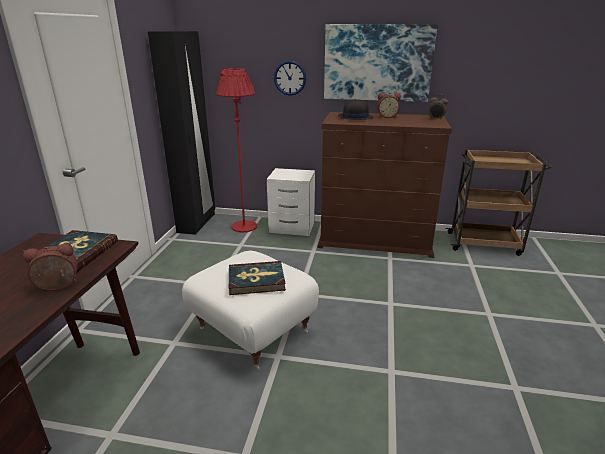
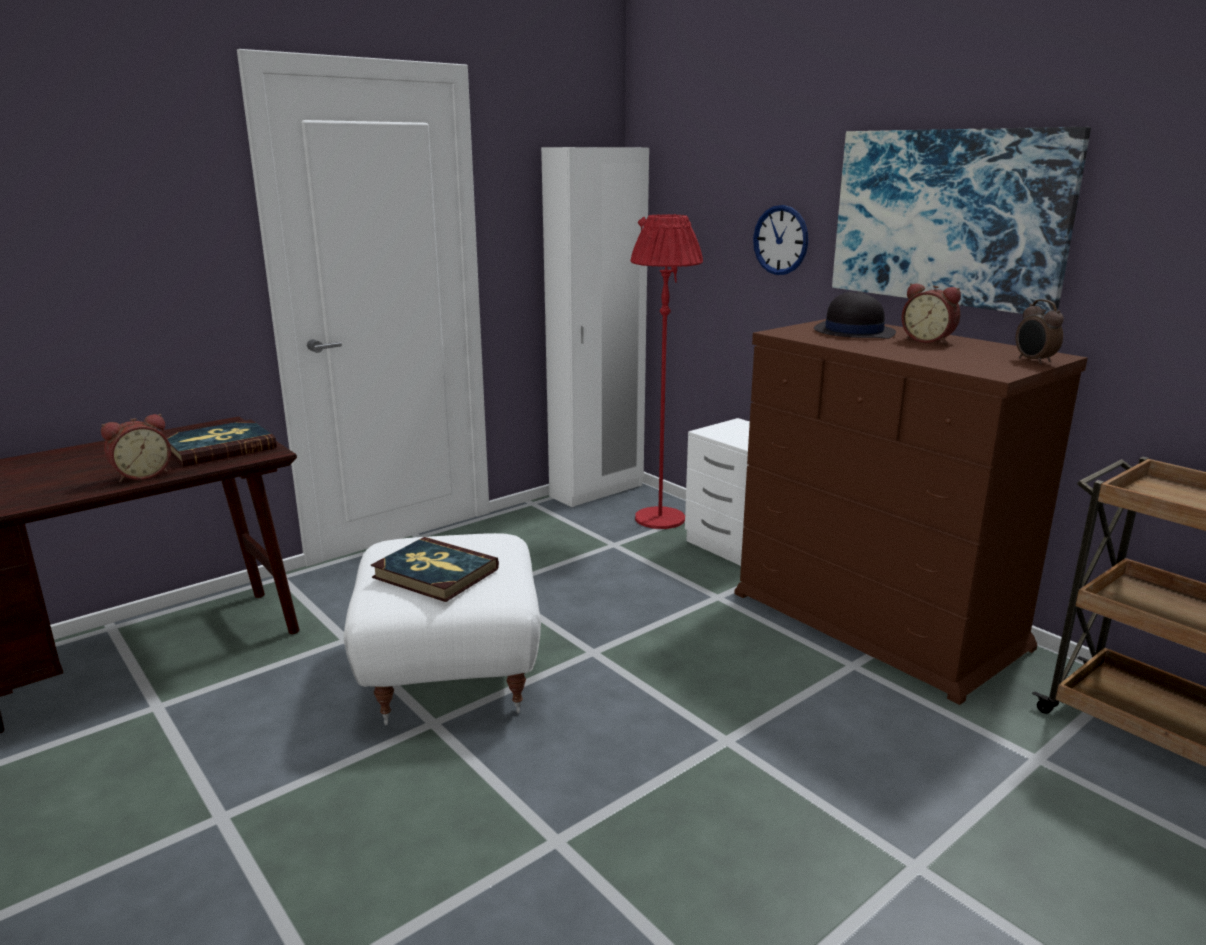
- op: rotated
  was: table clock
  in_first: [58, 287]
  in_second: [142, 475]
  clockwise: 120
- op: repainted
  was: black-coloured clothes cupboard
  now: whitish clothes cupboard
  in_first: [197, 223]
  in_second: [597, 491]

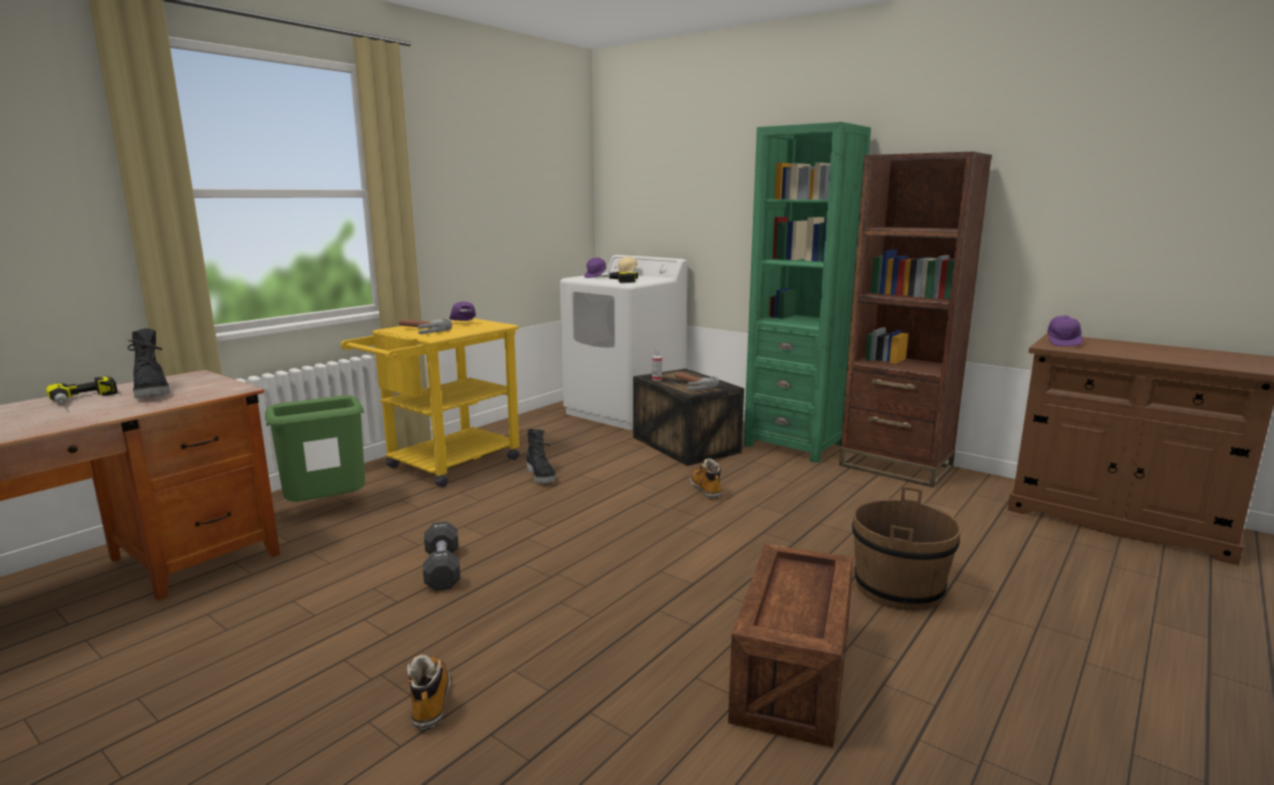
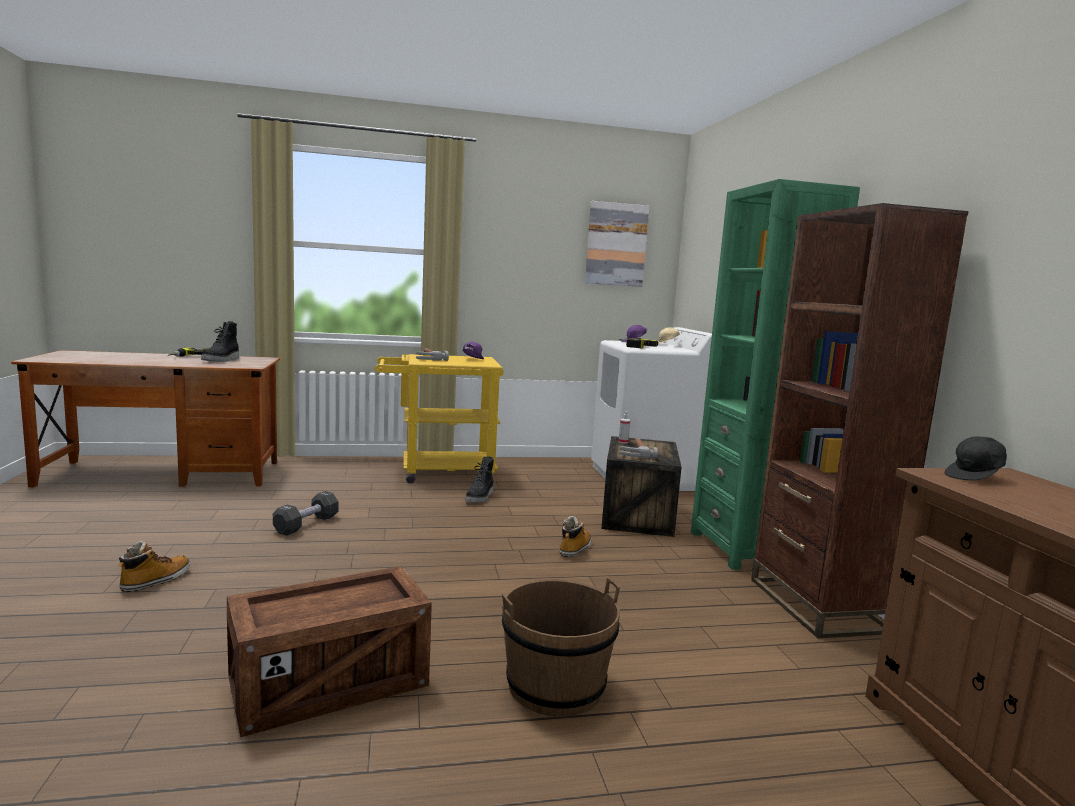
- op: new
  now: wall picture
  in_second: [616, 244]
- op: repainted
  was: purple-coloured baseball cap
  now: black-coloured baseball cap
  in_first: [1063, 343]
  in_second: [975, 477]
- op: gone
  was: green waste bin
  in_first: [327, 509]

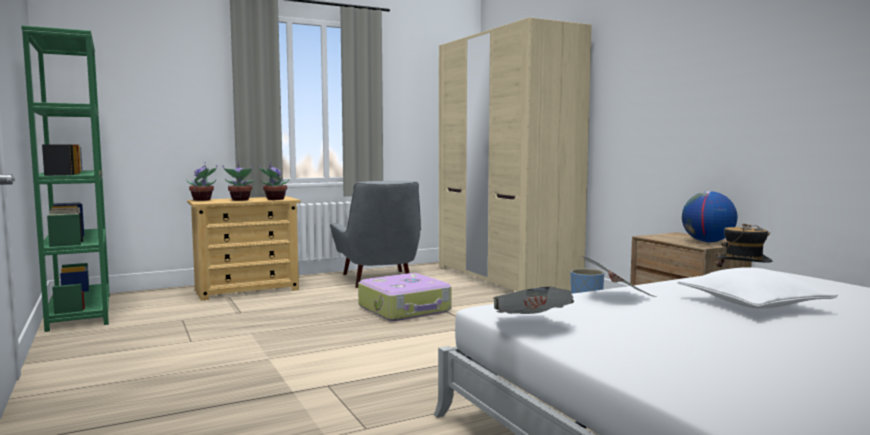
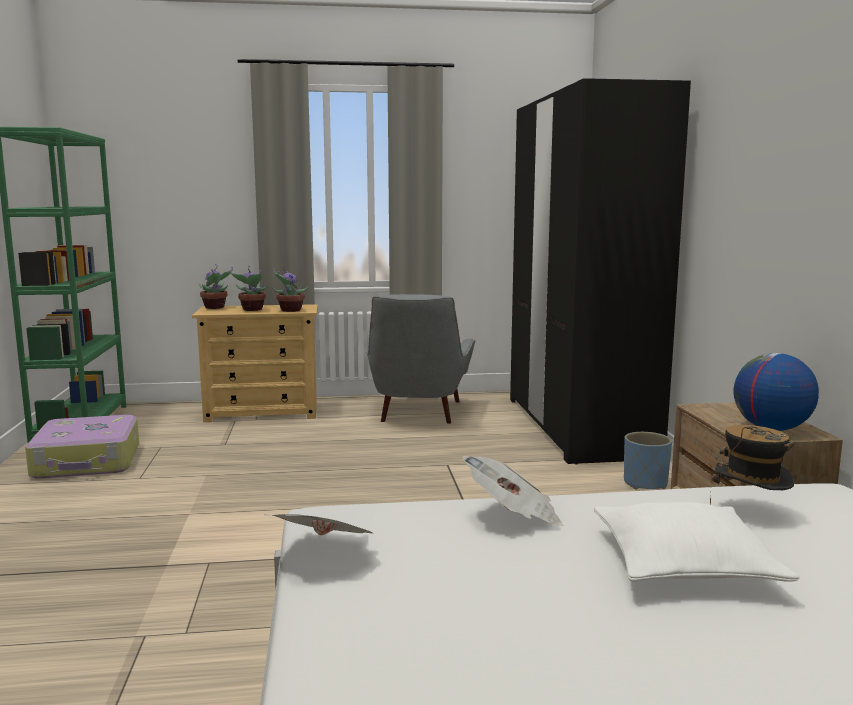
- op: shifted
  was: piece of luggage
  in_first: [405, 309]
  in_second: [88, 462]
- op: repainted
  was: sand-coloured clothes cupboard
  now: black-coloured clothes cupboard
  in_first: [504, 278]
  in_second: [577, 426]

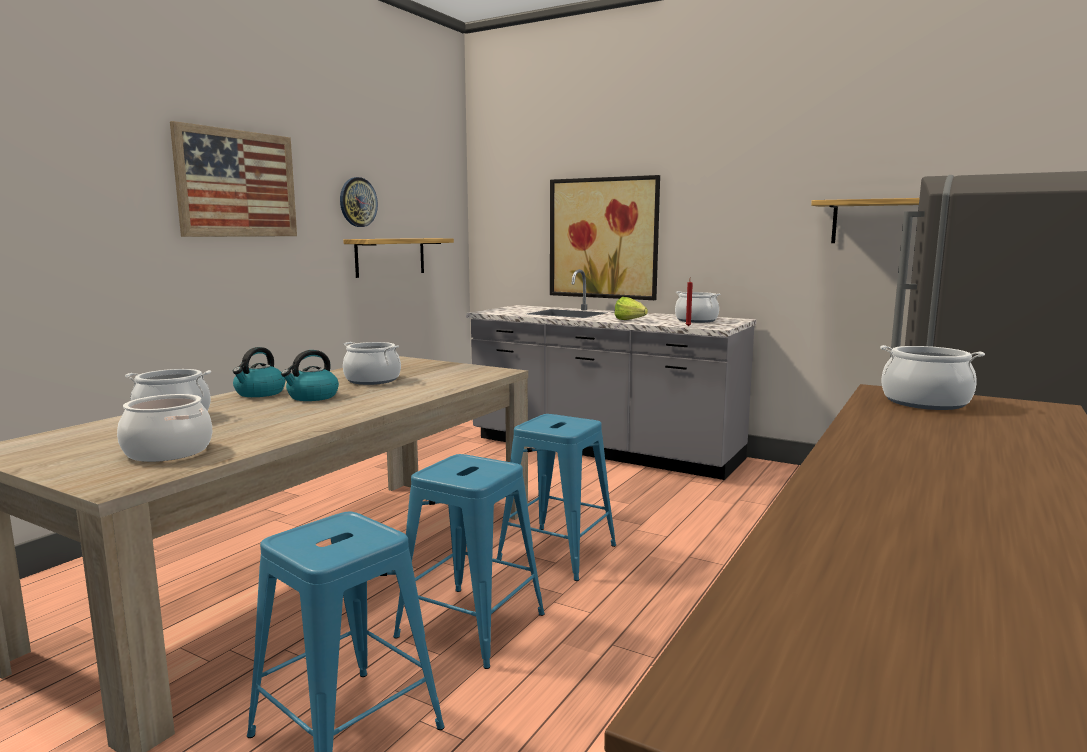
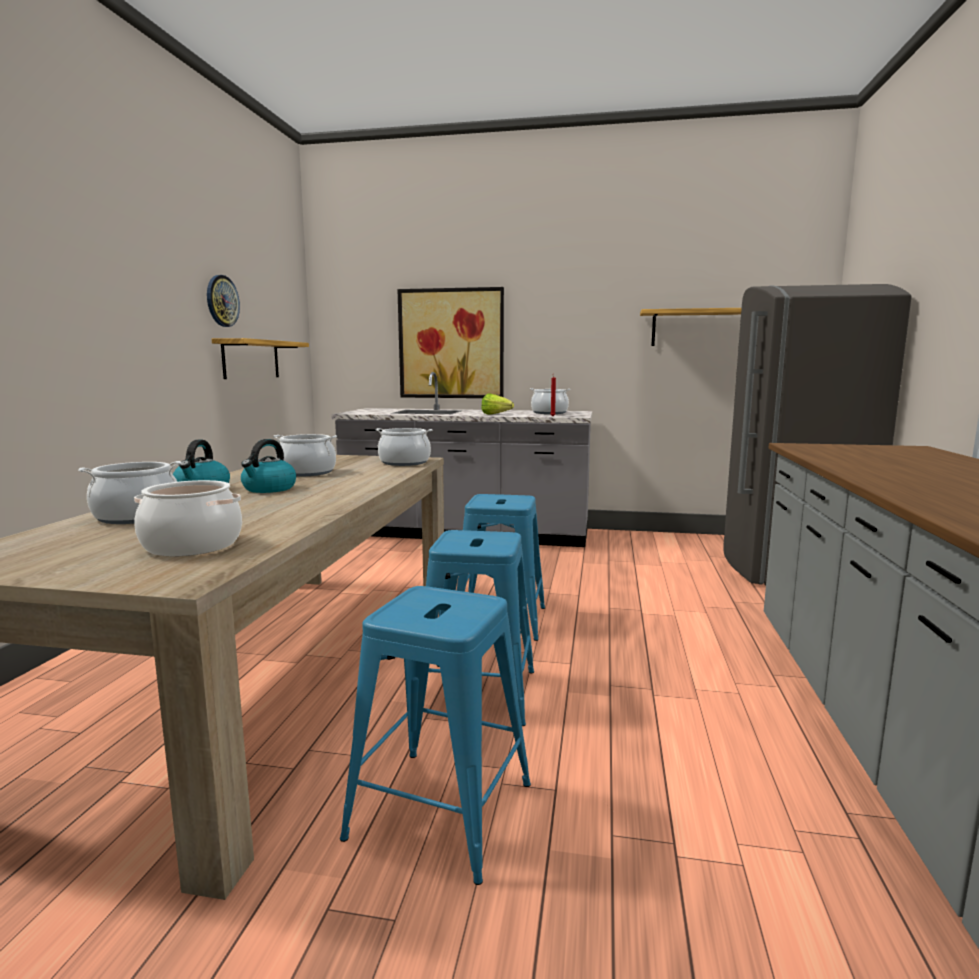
- op: shifted
  was: stockpot
  in_first: [925, 402]
  in_second: [404, 462]
- op: gone
  was: wall picture
  in_first: [237, 184]

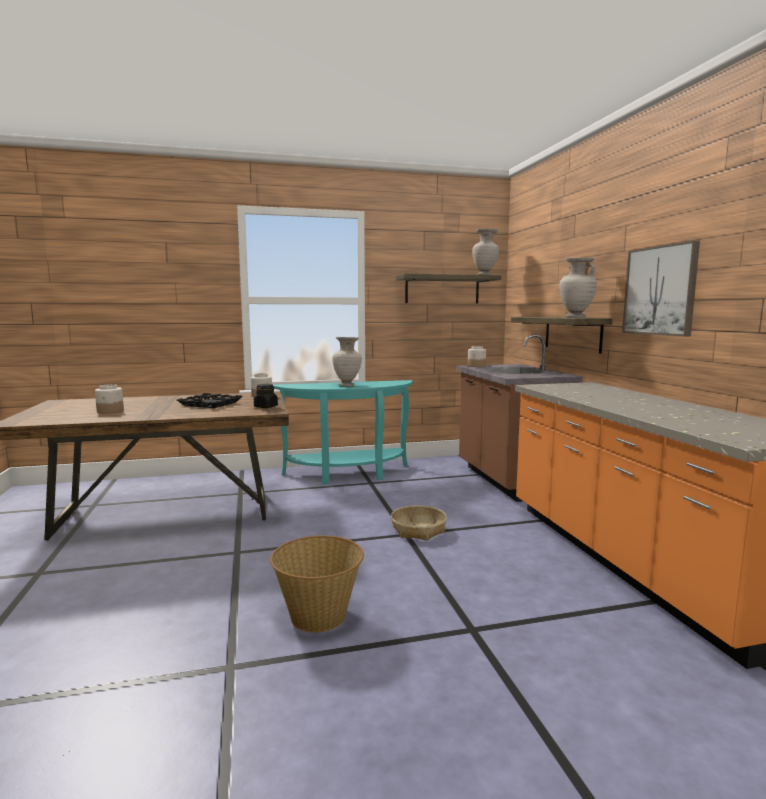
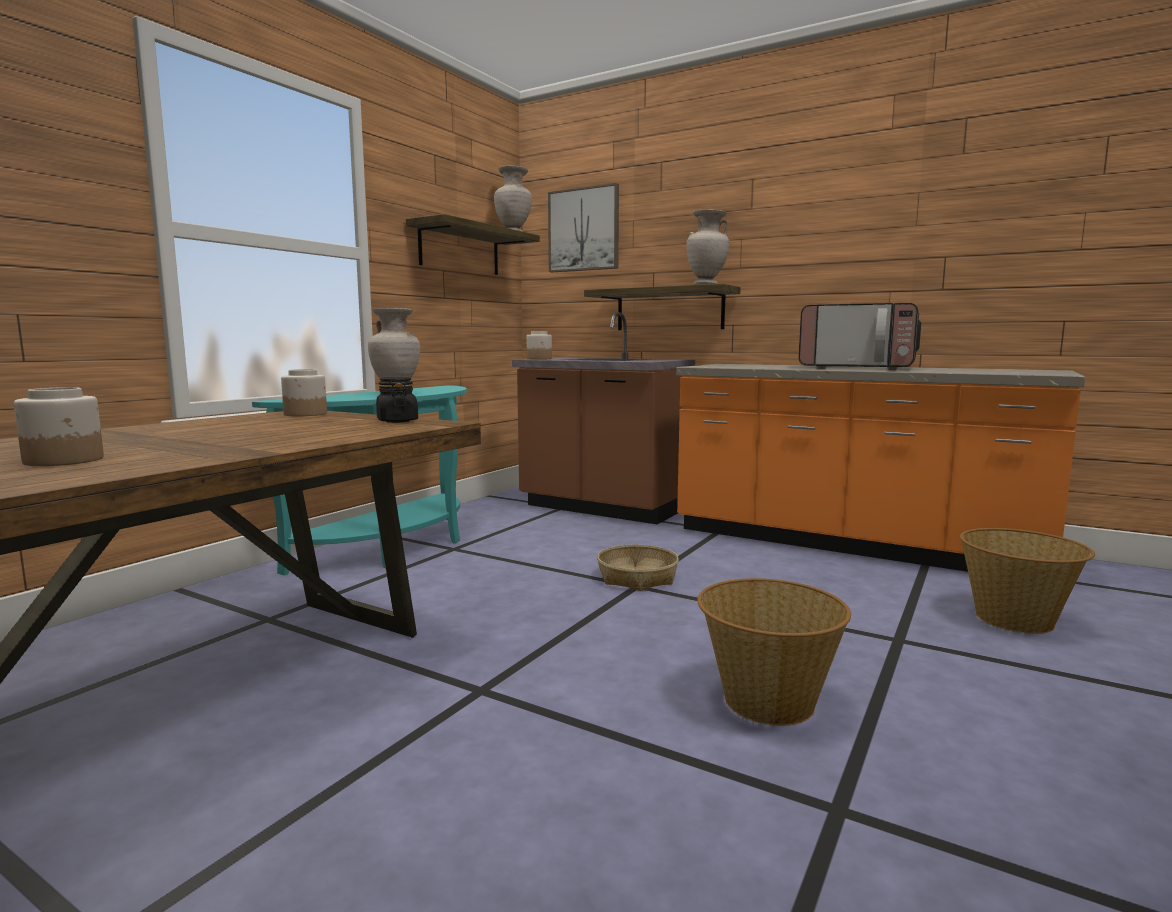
- op: shifted
  was: wall picture
  in_first: [660, 290]
  in_second: [584, 230]
- op: new
  now: kitchen microwave
  in_second: [858, 368]
- op: new
  now: household basket
  in_second: [1016, 620]
- op: gone
  was: black-coloured serving tray
  in_first: [210, 404]

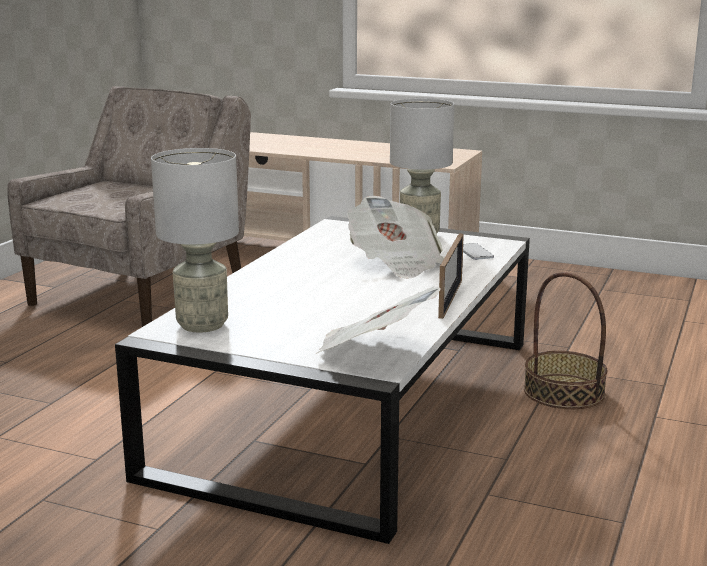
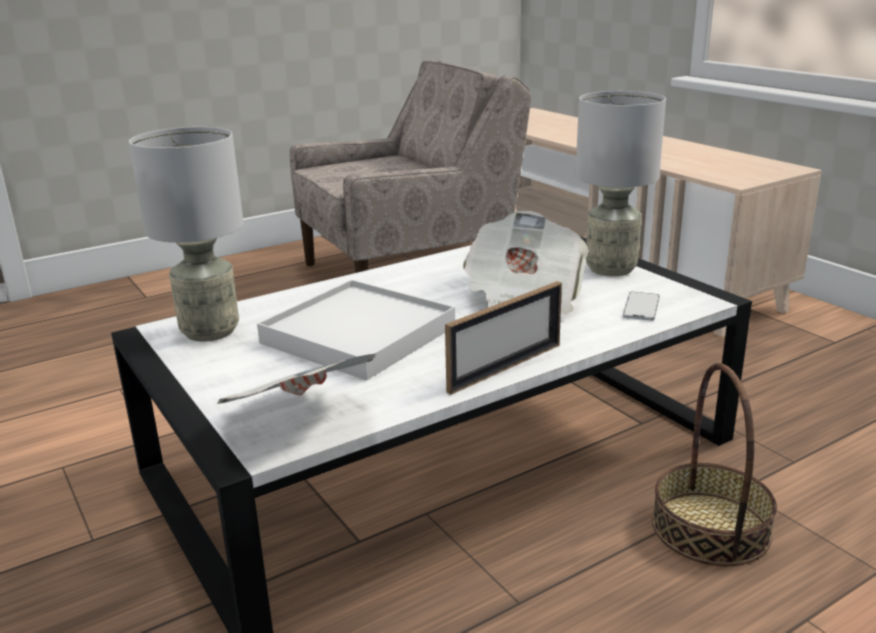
- op: new
  now: whitish serving tray
  in_second: [358, 334]

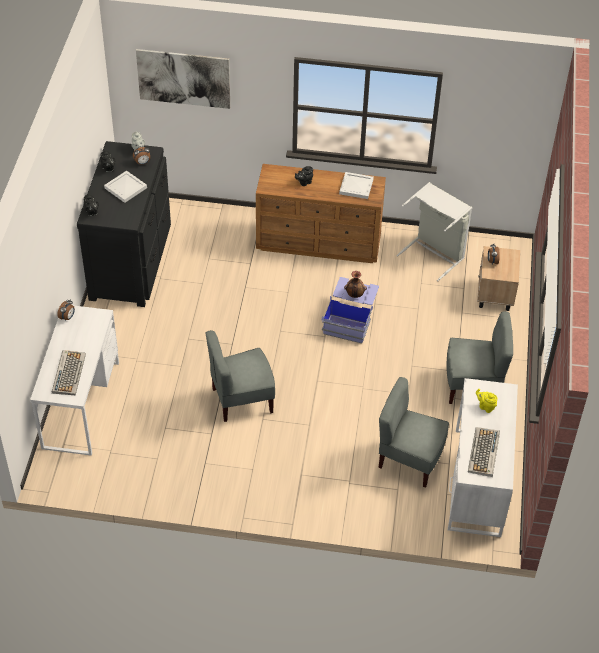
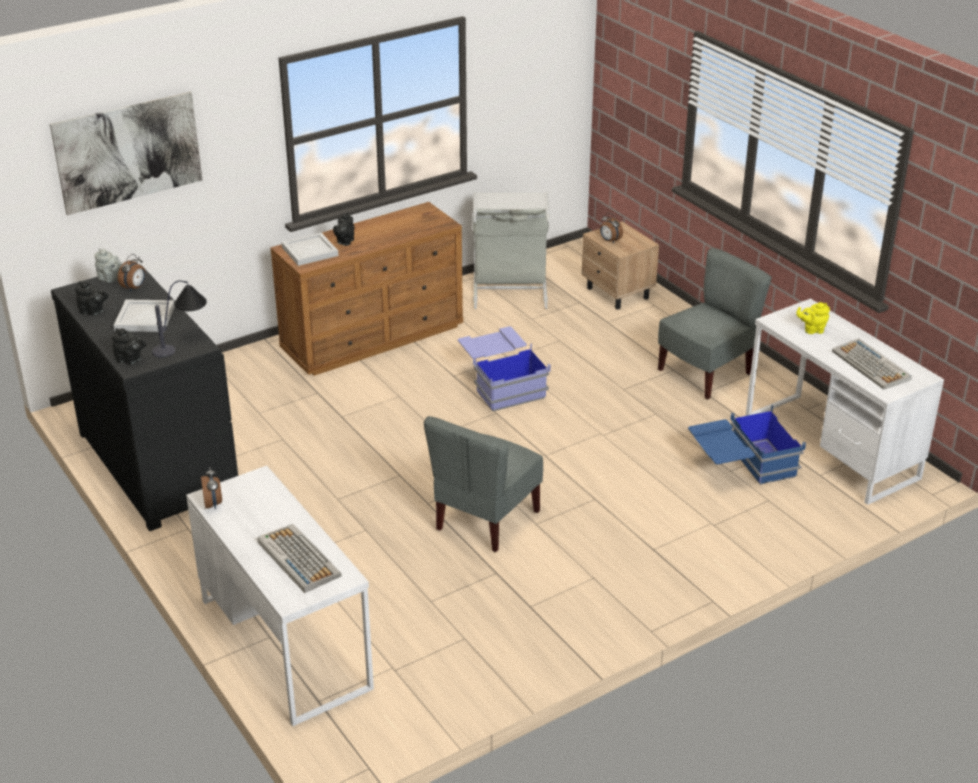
- op: new
  now: tabletop lamp
  in_second: [183, 342]
- op: shifted
  was: whitish serving tray
  in_first: [357, 186]
  in_second: [310, 251]
- op: swapped
  was: grey upright chair
  now: bluish storage container
  in_first: [409, 459]
  in_second: [741, 467]
- op: gone
  was: flower vase
  in_first: [354, 295]

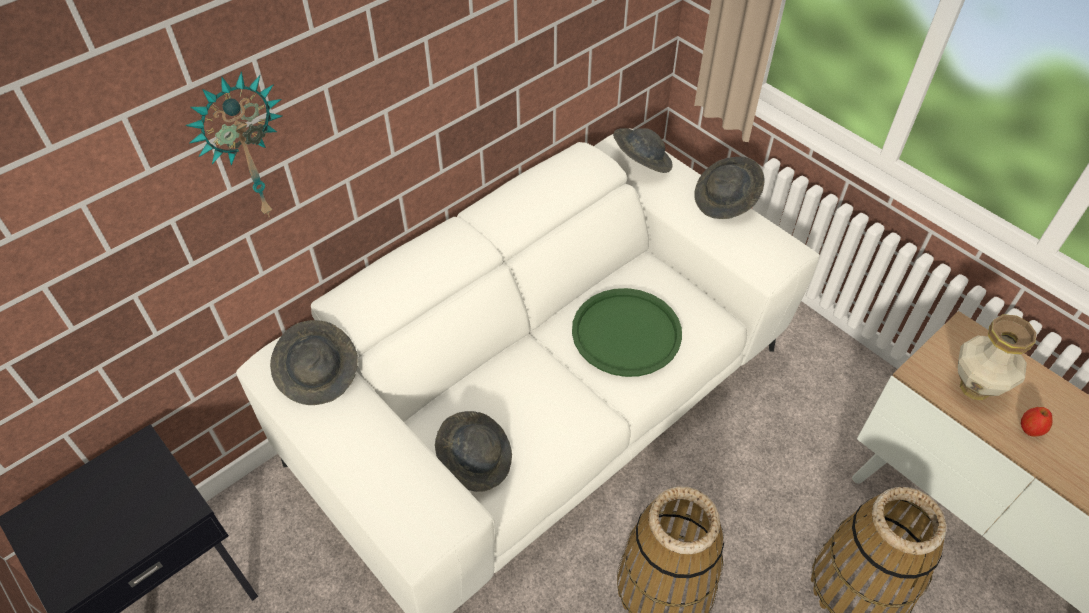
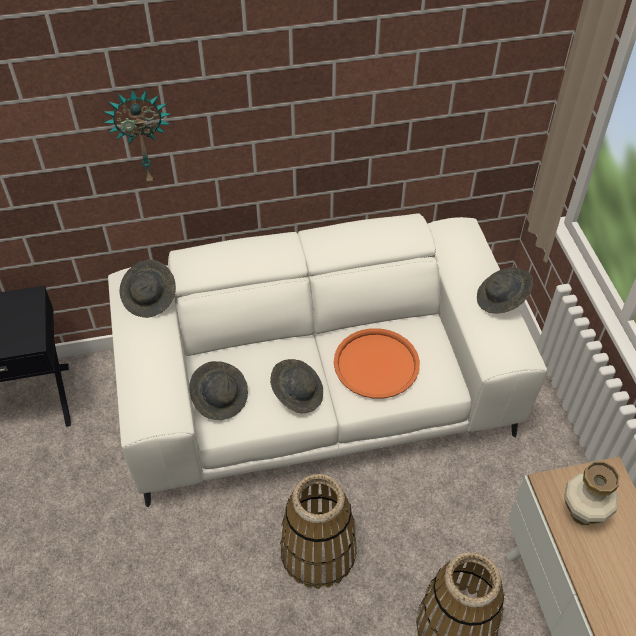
- op: shifted
  was: grey wearable hat
  in_first: [641, 162]
  in_second: [297, 393]
- op: repainted
  was: green serving tray
  now: orange-coloured serving tray
  in_first: [626, 333]
  in_second: [376, 364]
- op: gone
  was: whole apple
  in_first: [1030, 429]

